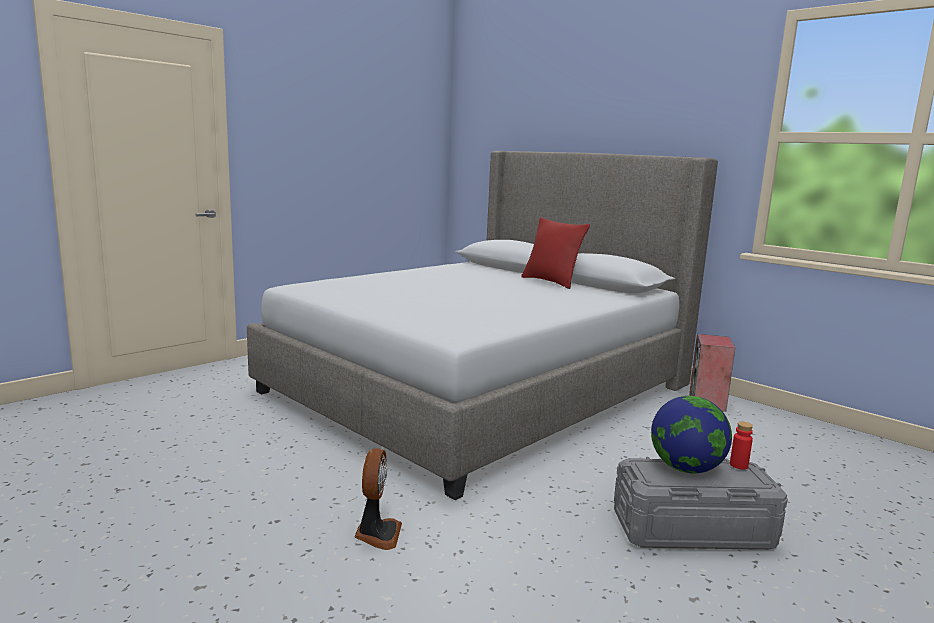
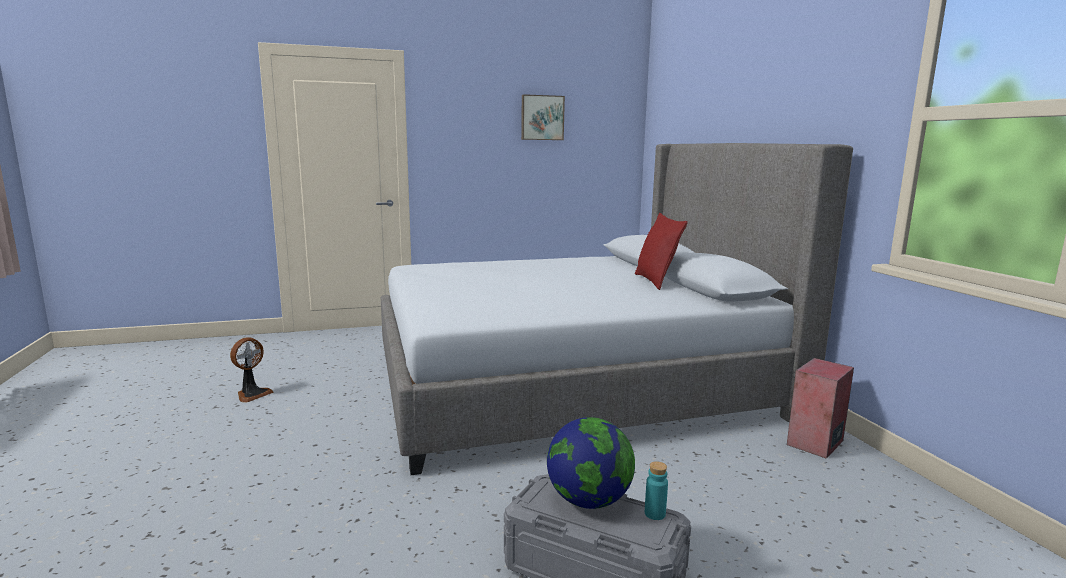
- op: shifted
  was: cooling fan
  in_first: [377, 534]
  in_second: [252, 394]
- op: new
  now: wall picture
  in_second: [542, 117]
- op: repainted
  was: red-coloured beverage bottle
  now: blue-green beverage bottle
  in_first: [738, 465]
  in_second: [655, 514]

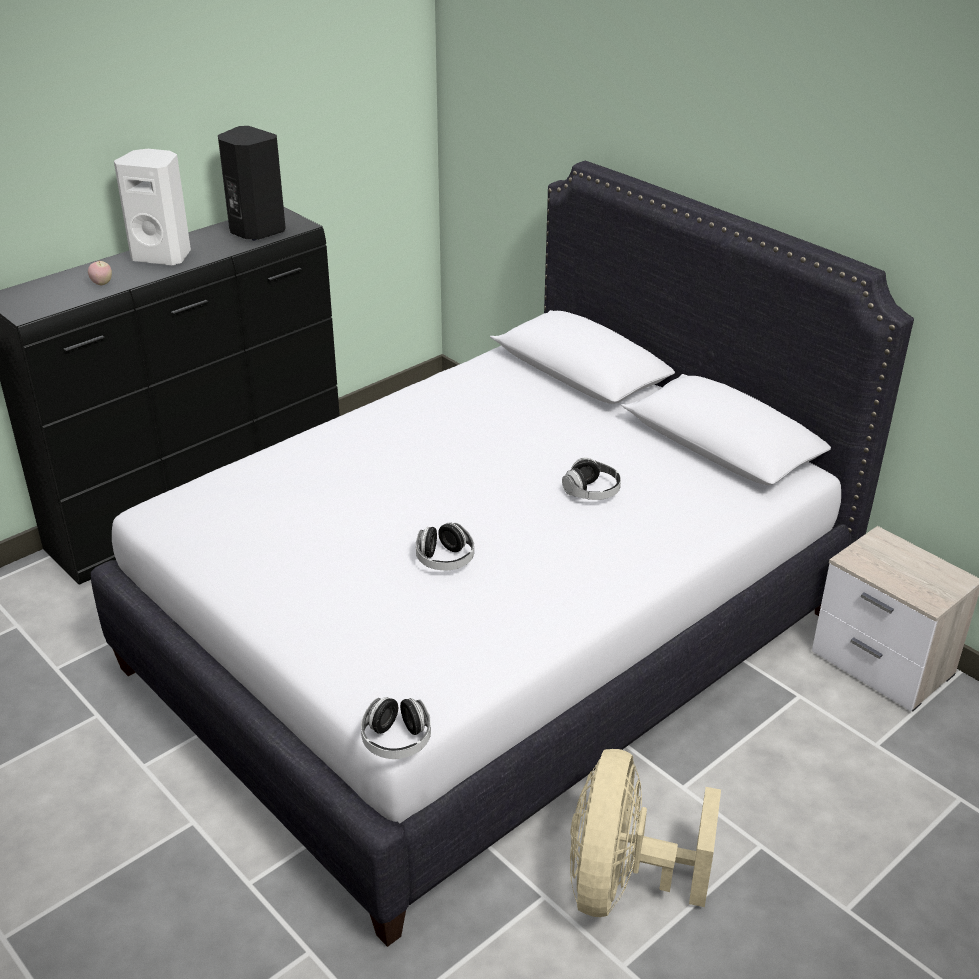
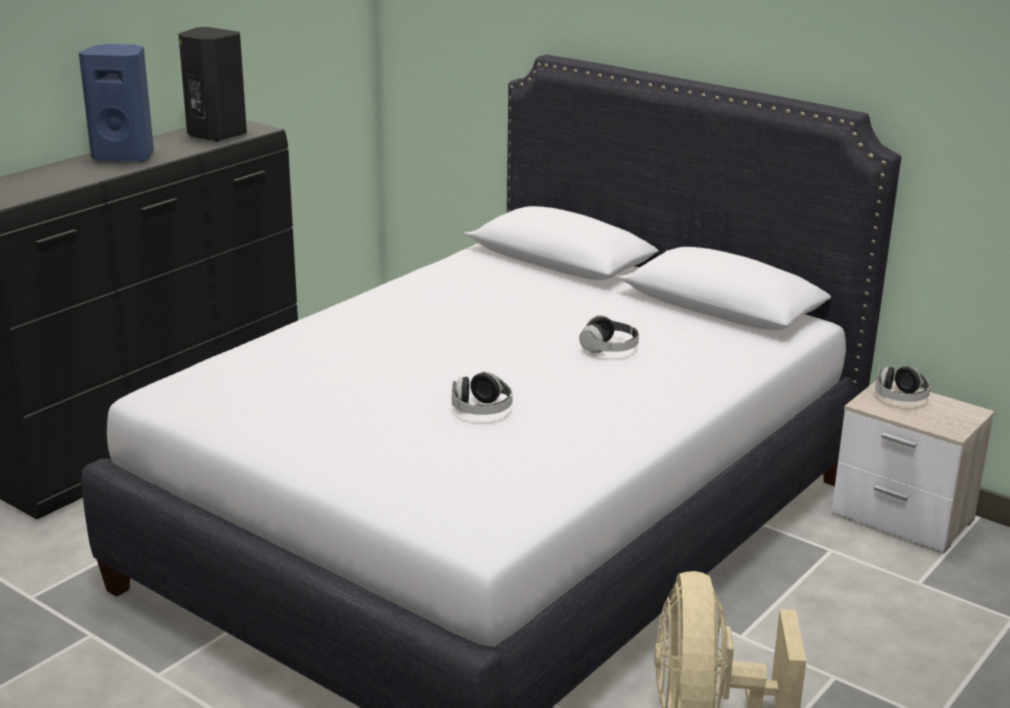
- op: repainted
  was: whitish speaker
  now: bluish speaker
  in_first: [163, 256]
  in_second: [125, 156]
- op: shifted
  was: pair of headphones
  in_first: [396, 741]
  in_second: [900, 398]
- op: gone
  was: whole apple
  in_first: [102, 284]

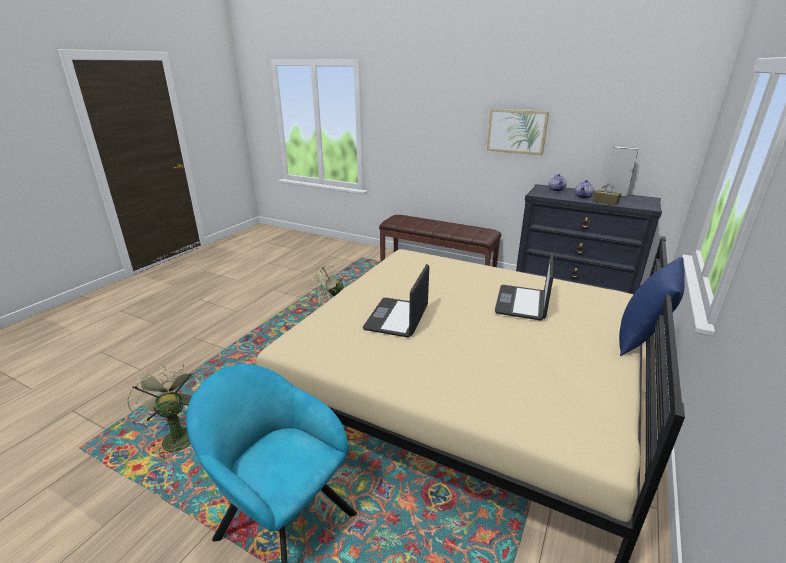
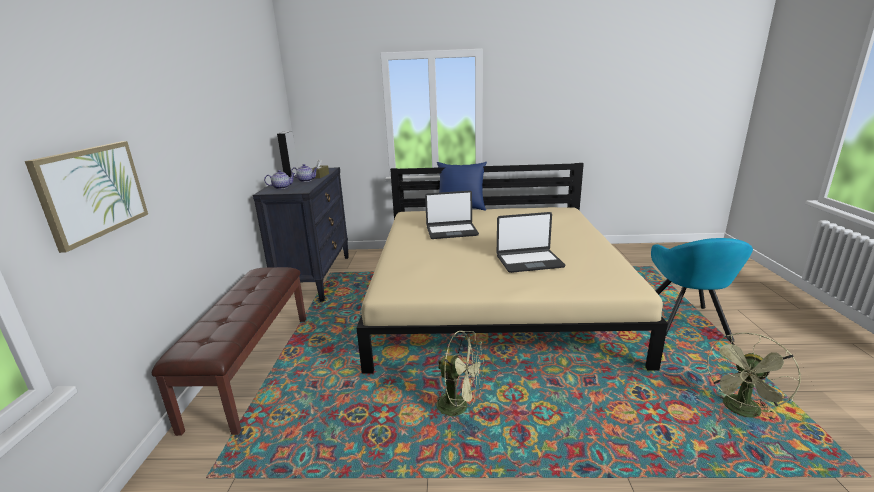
- op: shifted
  was: wall picture
  in_first: [516, 131]
  in_second: [92, 192]

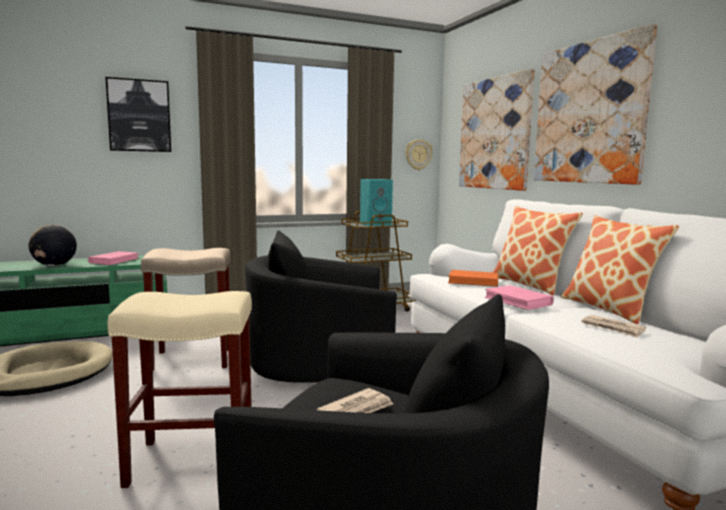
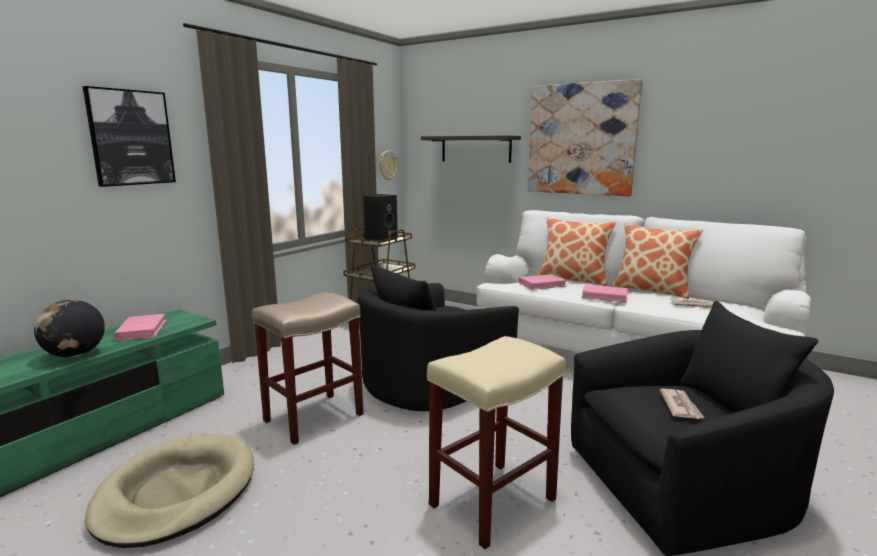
- op: repainted
  was: blue-green speaker
  now: black-coloured speaker
  in_first: [376, 224]
  in_second: [381, 239]
- op: swapped
  was: wall picture
  now: shelf
  in_first: [494, 134]
  in_second: [475, 149]
- op: repainted
  was: orange-coloured book
  now: pink book
  in_first: [473, 281]
  in_second: [542, 284]

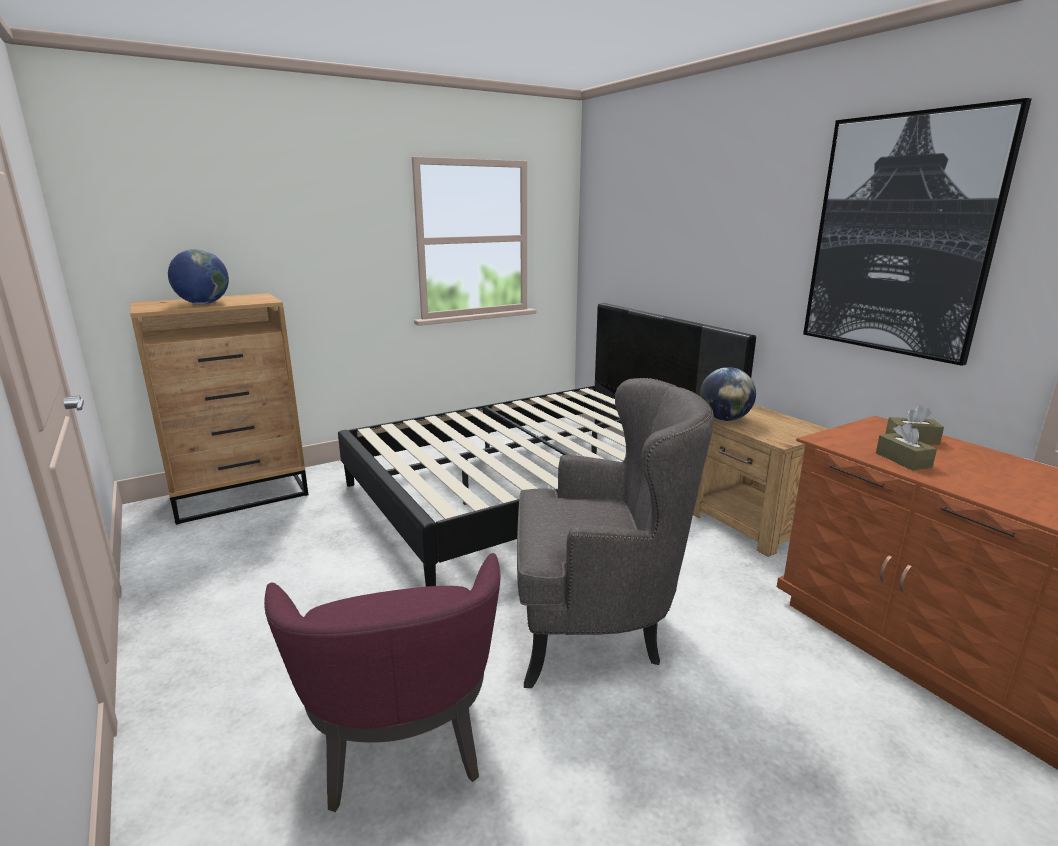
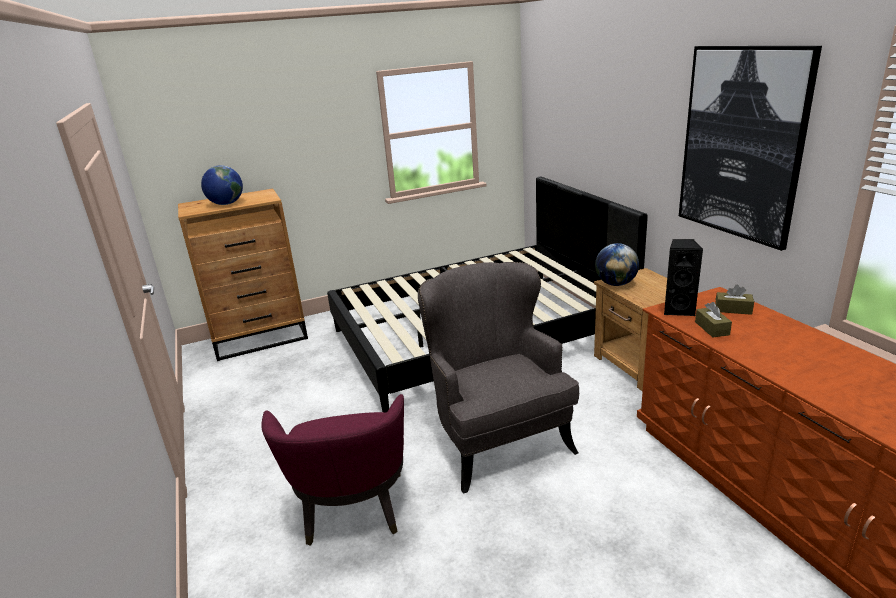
- op: rotated
  was: grey easy chair
  in_first: [597, 625]
  in_second: [497, 440]
  clockwise: -120
- op: new
  now: black-coloured speaker
  in_second: [678, 310]

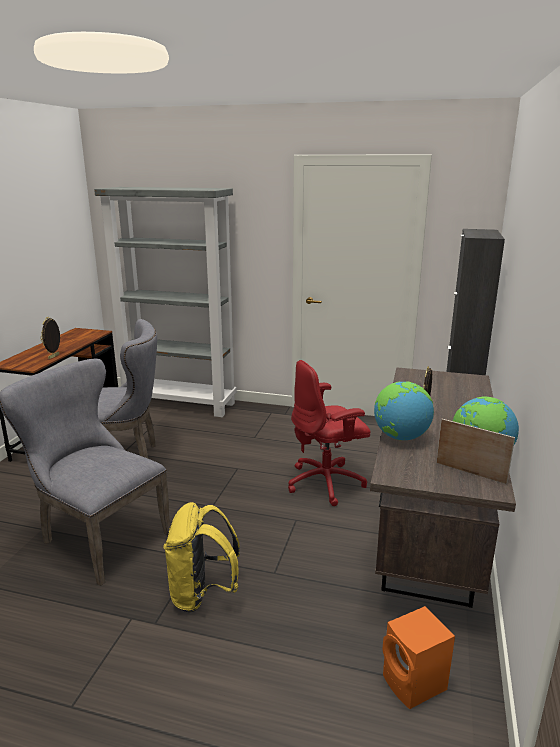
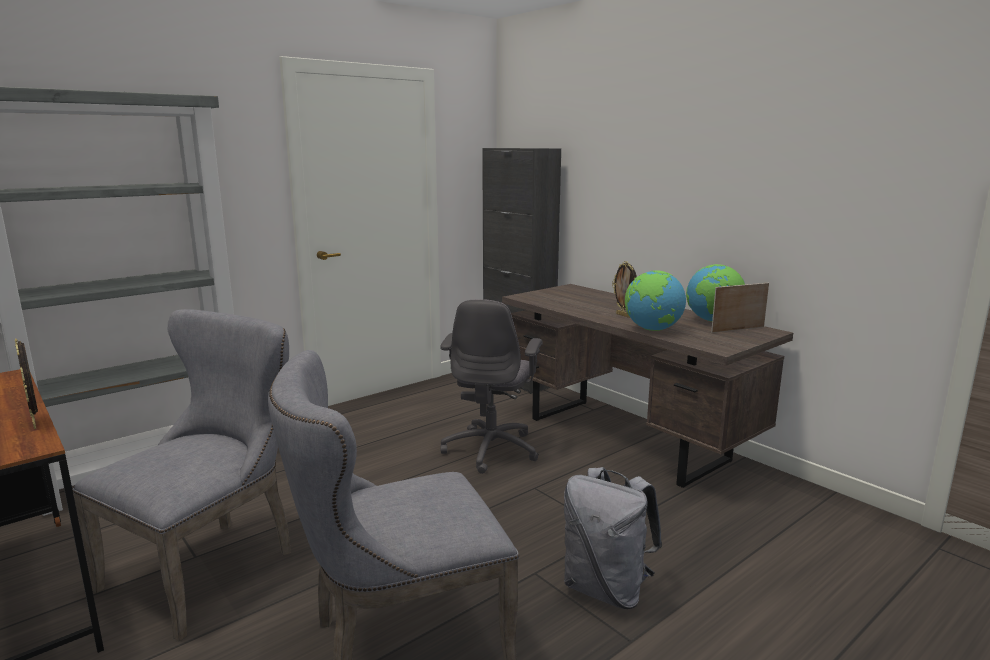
- op: repainted
  was: red-coloured office chair
  now: grey office chair
  in_first: [327, 483]
  in_second: [491, 449]
- op: repainted
  was: yellowish knapsack
  now: grey knapsack
  in_first: [202, 594]
  in_second: [607, 589]
- op: gone
  was: orange-coloured speaker
  in_first: [415, 684]

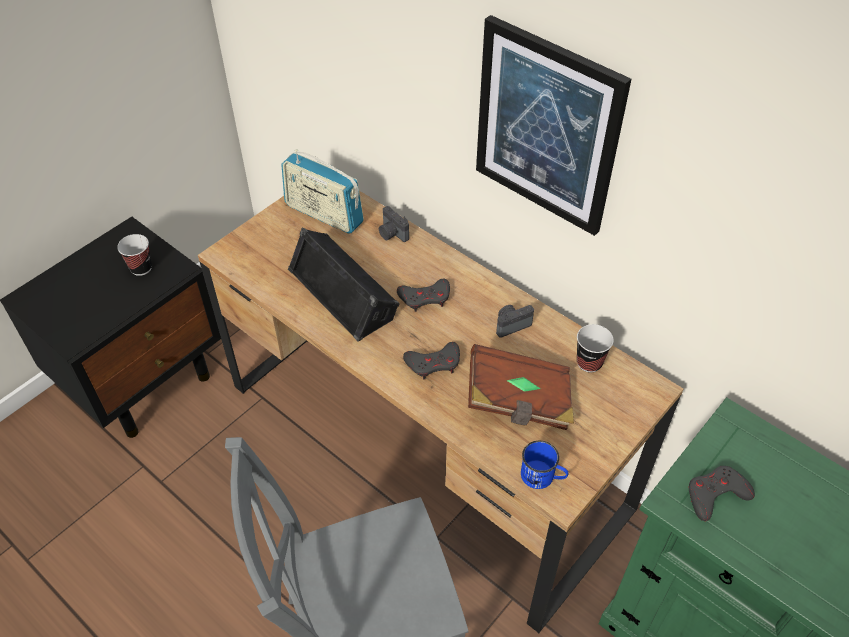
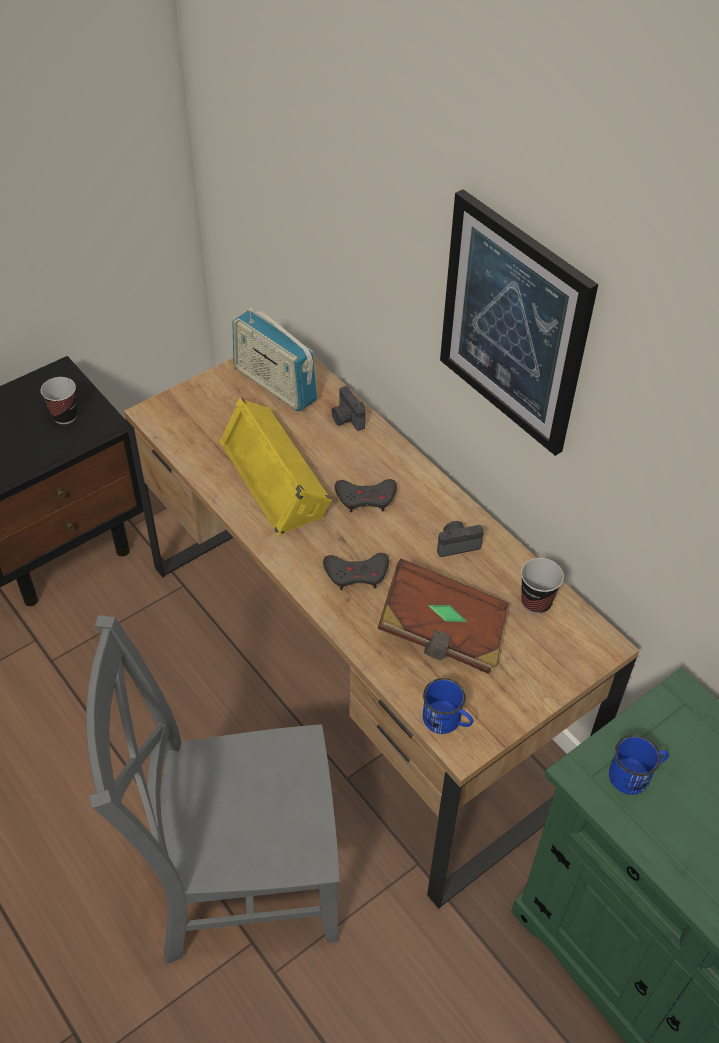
- op: repainted
  was: black-coloured speaker
  now: yellowish speaker
  in_first: [344, 291]
  in_second: [276, 476]
- op: swapped
  was: grey gamepad
  now: bluish mug
  in_first: [715, 495]
  in_second: [635, 775]

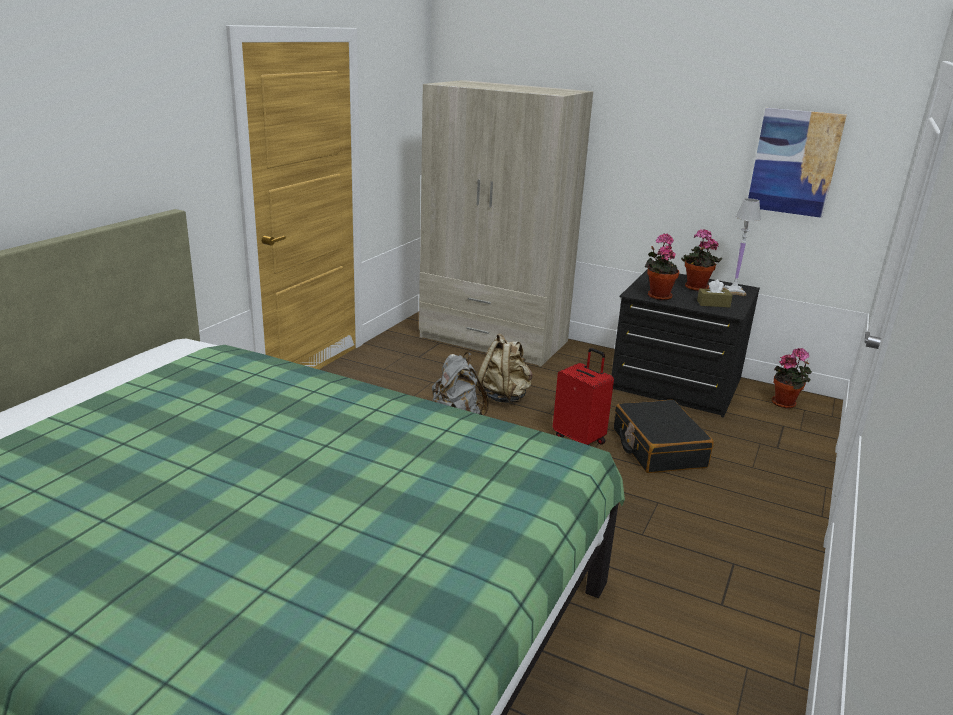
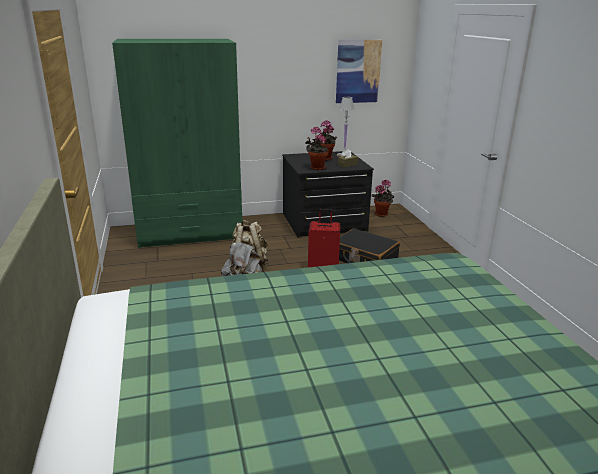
- op: repainted
  was: sand-coloured clothes cupboard
  now: green clothes cupboard
  in_first: [493, 340]
  in_second: [190, 232]

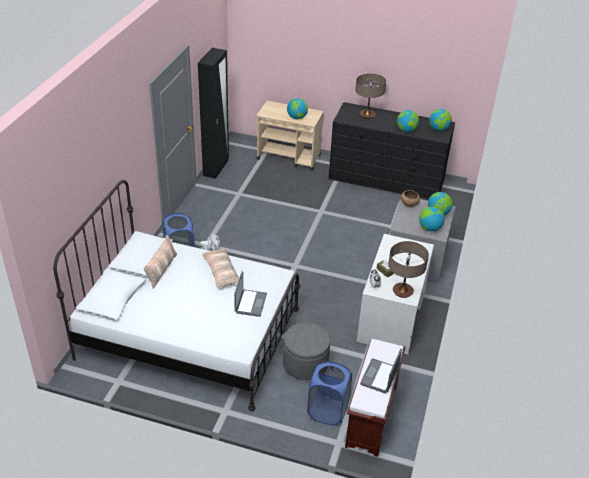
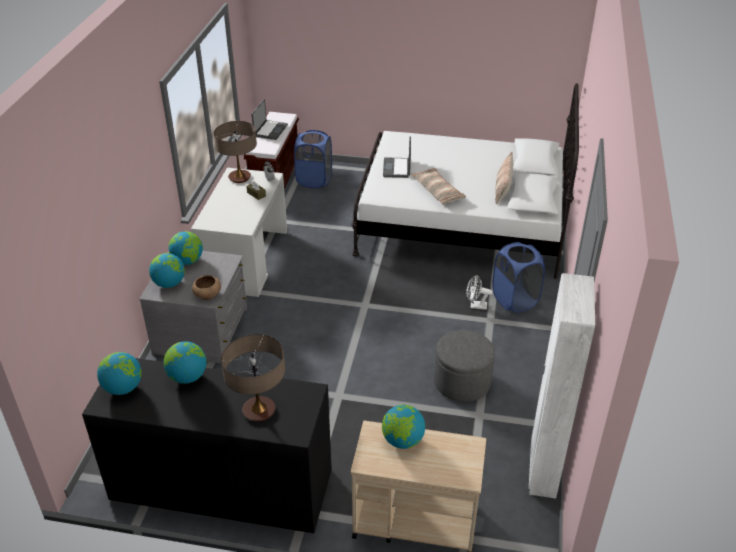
- op: shifted
  was: grey footrest
  in_first: [305, 363]
  in_second: [462, 382]
- op: repainted
  was: black-coloured clothes cupboard
  now: whitish clothes cupboard
  in_first: [216, 168]
  in_second: [542, 470]

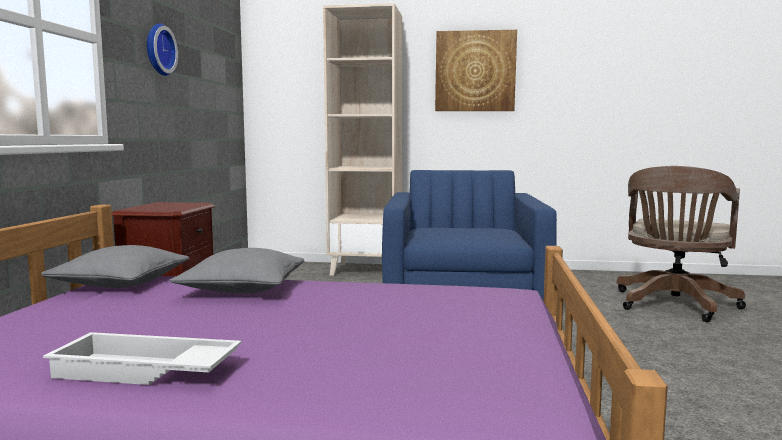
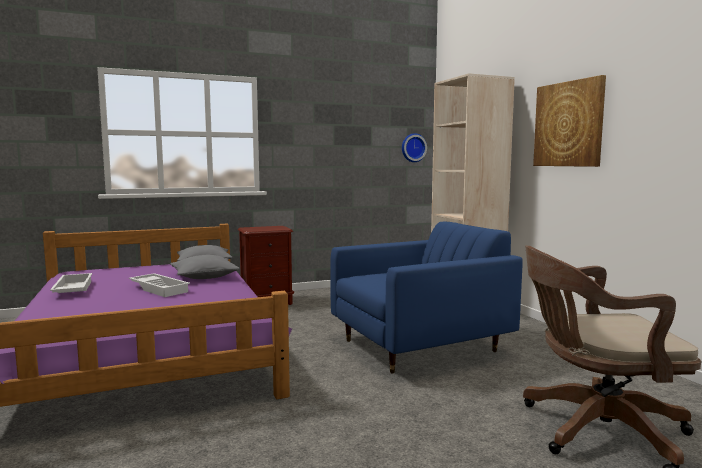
- op: new
  now: whitish serving tray
  in_second: [160, 289]
- op: shifted
  was: hanging clock
  in_first: [158, 49]
  in_second: [413, 148]

